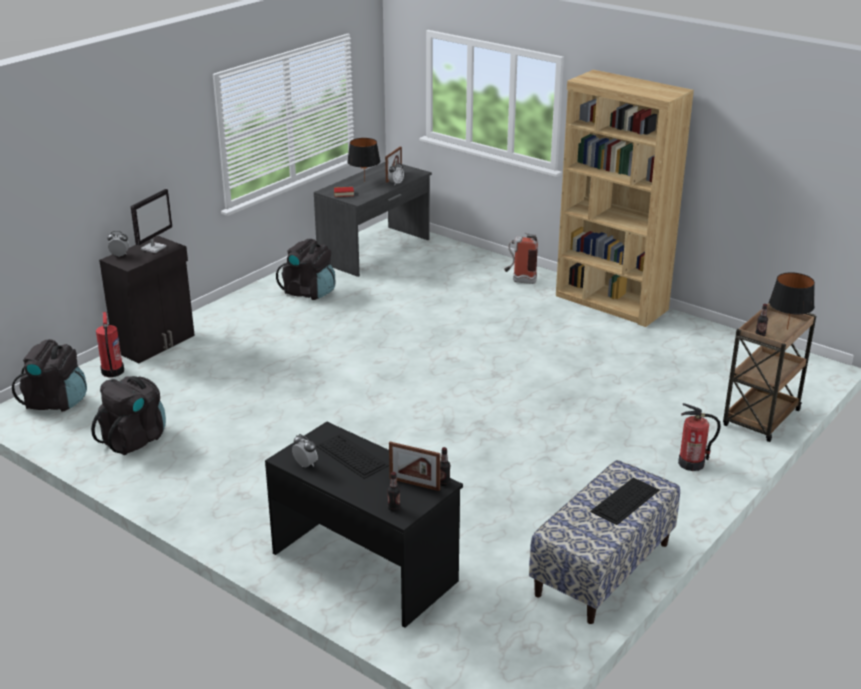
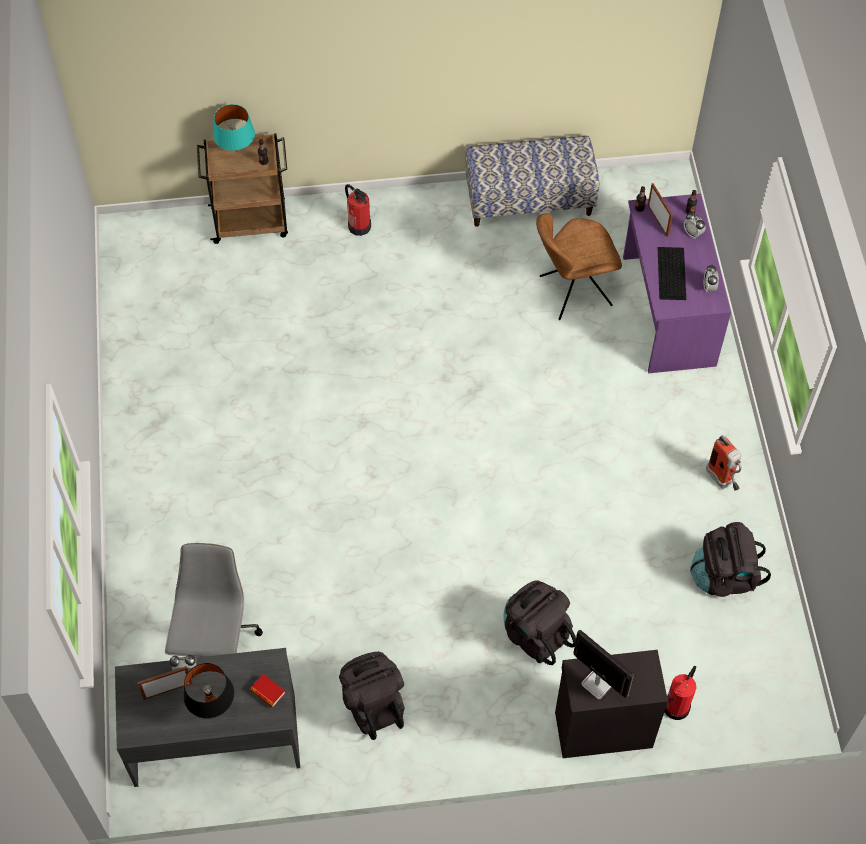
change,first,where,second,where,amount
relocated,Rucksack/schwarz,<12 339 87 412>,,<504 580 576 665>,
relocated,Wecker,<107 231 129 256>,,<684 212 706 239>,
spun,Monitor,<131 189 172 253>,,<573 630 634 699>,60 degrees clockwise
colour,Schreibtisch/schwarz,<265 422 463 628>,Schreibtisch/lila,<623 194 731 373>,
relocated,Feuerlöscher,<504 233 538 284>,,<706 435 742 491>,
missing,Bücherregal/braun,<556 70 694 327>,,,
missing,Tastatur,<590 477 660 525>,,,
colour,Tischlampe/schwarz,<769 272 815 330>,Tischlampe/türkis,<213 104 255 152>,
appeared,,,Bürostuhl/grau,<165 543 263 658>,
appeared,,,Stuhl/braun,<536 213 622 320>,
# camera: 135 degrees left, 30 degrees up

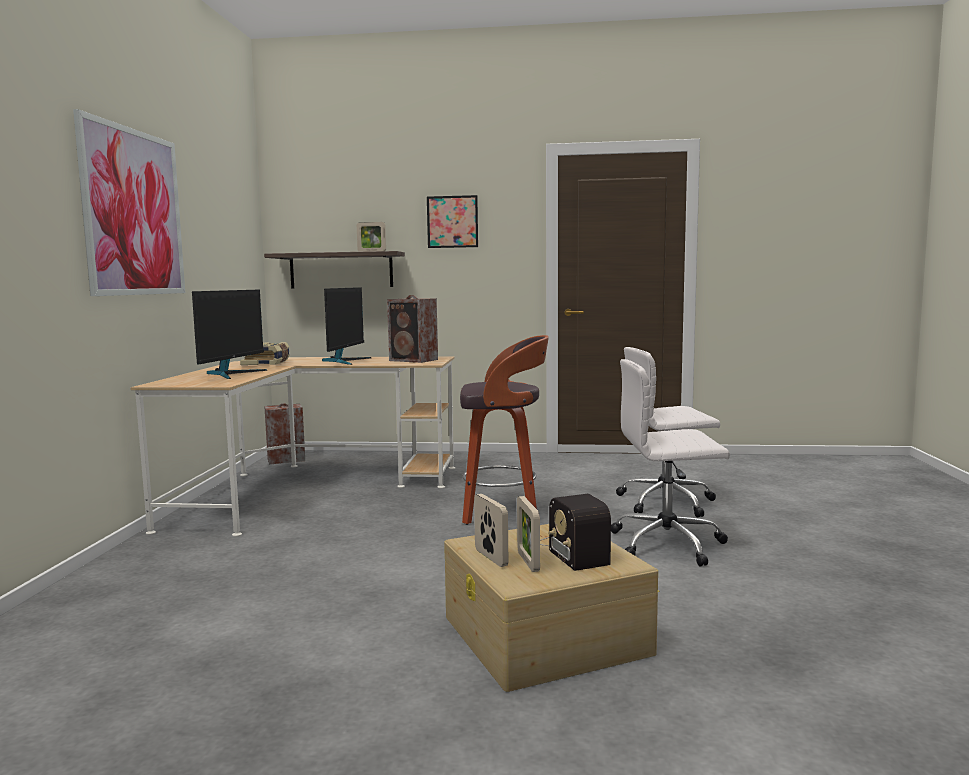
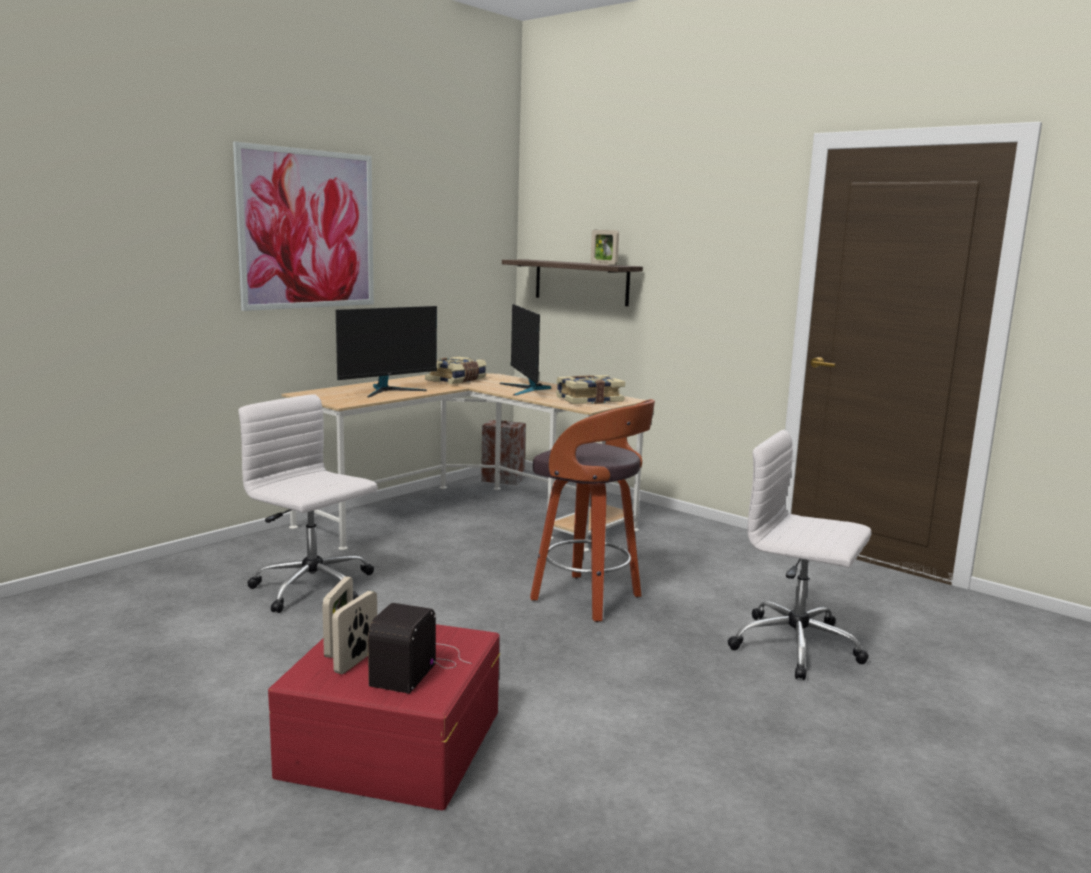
change,first,where,second,where,amount
spun,Monitor,<322 287 371 365>,,<500 304 551 396>,120 degrees clockwise
exchanged,Lautsprecher,<387 295 438 363>,Buch,<556 375 625 404>,
missing,Bild,<427 195 478 248>,,,
colour,Aufbewahrungsbox/beige,<444 524 660 692>,Aufbewahrungsbox/rot,<268 624 500 810>,
relocated,Bürostuhl/weiß,<611 359 730 567>,,<238 394 378 613>,
# camera: 35 degrees right, 5 degrees up

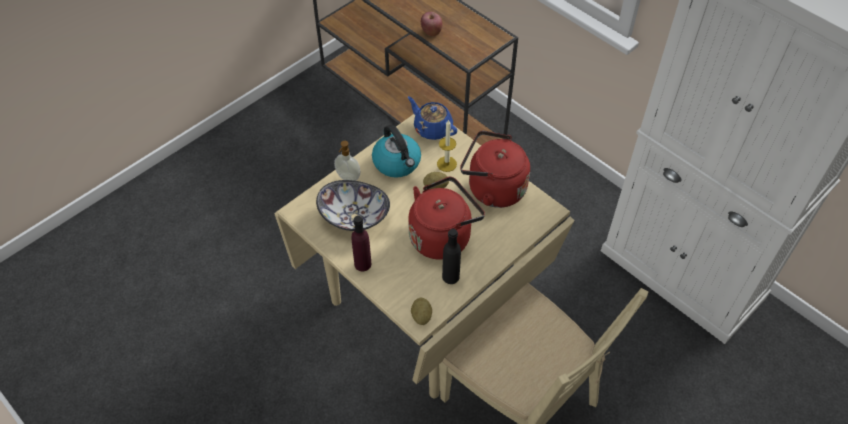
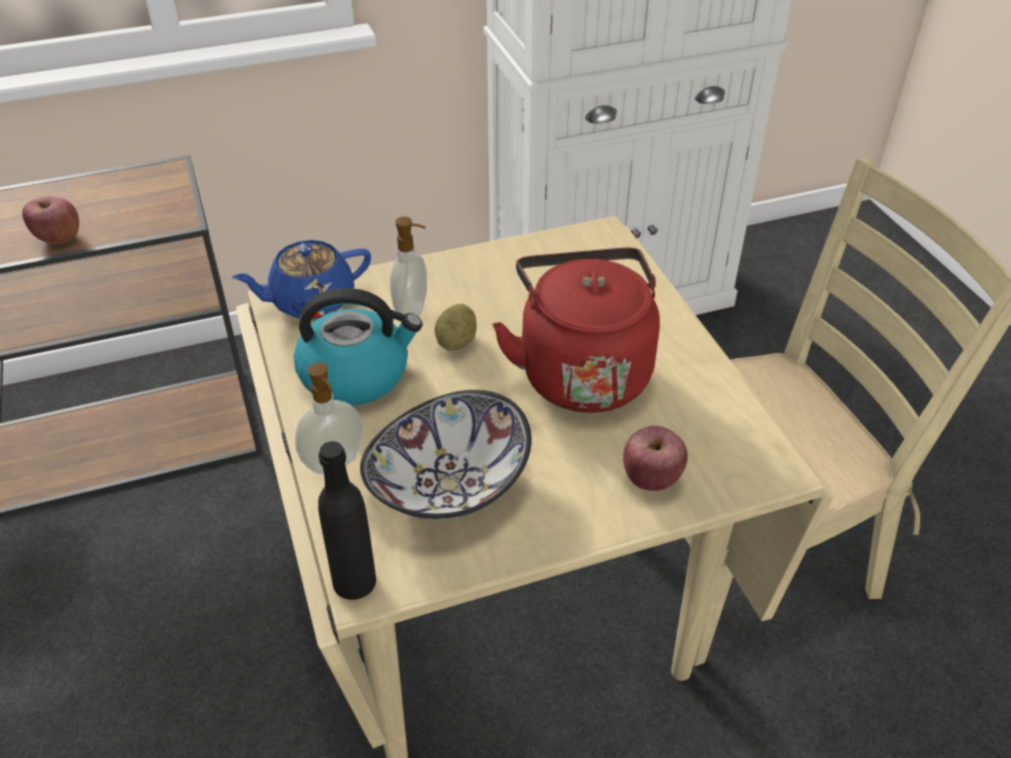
change,first,where,second,where,amount
missing,Flasche/lila,<351 216 371 271>,,,
missing,Kartoffel,<411 298 432 325>,,,
exchanged,Kerze,<437 119 457 172>,Seifenspender,<390 217 427 317>,
relocated,Flasche/schwarz,<442 229 461 284>,,<318 441 376 600>,
missing,Wasserkessel/rot,<460 131 530 208>,,,
appeared,,,Apfel,<623 426 688 491>,
# camera: 65 degrees left, 10 degrees down

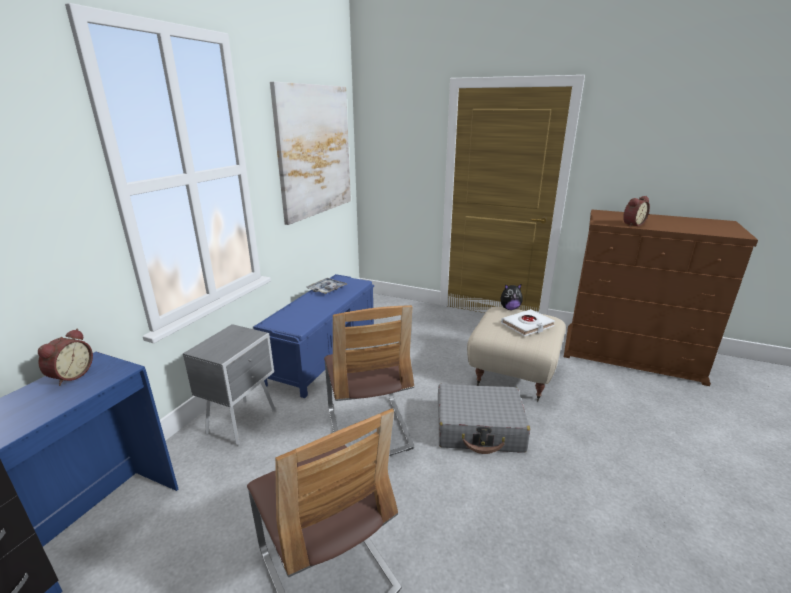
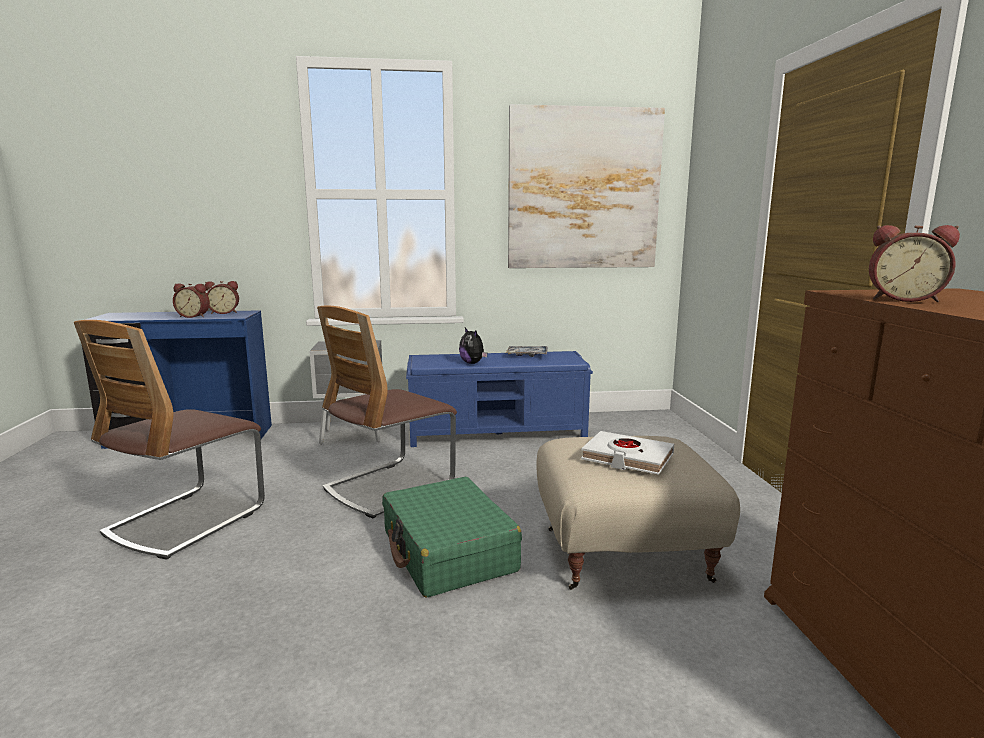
change,first,where,second,where,amount
colour,Koffer/grau,<438 384 530 454>,Koffer/grün,<382 477 522 598>,
relocated,Plüschtier,<500 284 523 310>,,<459 328 487 364>,
appeared,,,Wecker,<173 283 210 318>,
# camera: 60 degrees right, 10 degrees down

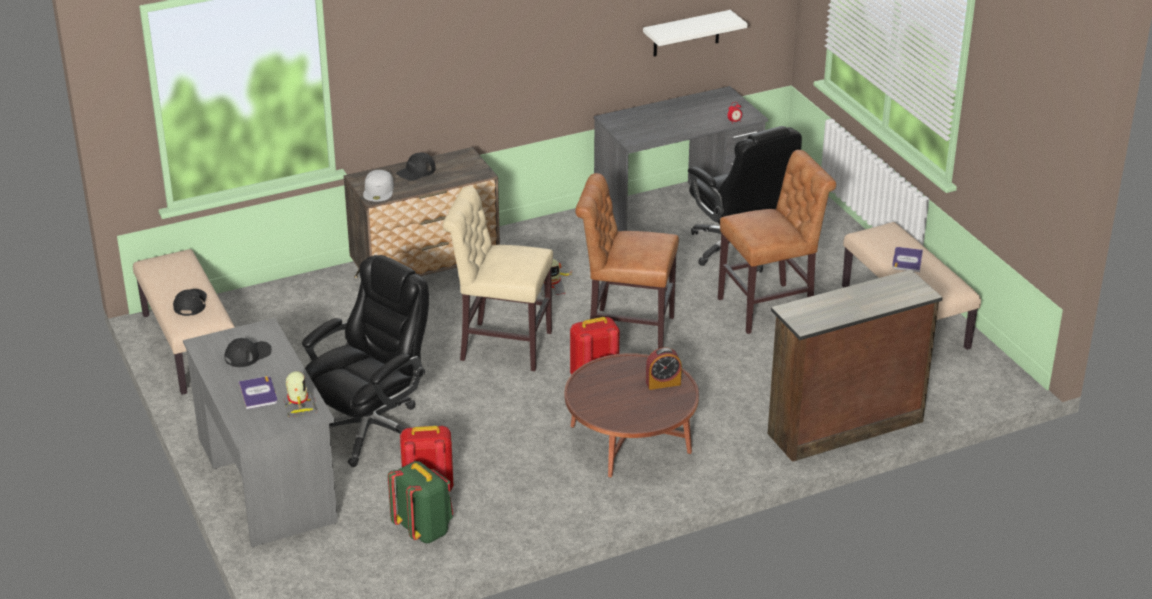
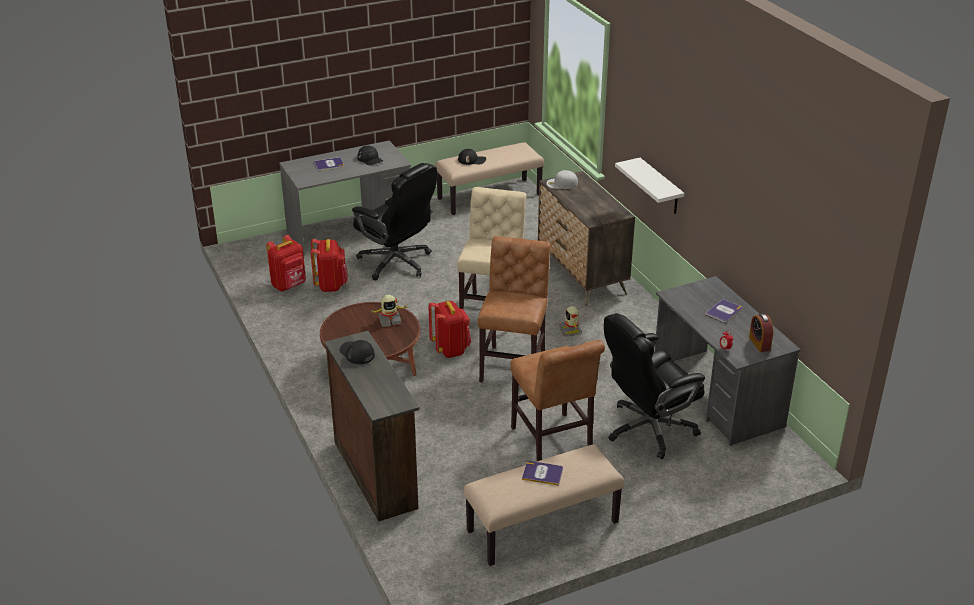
change,first,where,second,where,amount
relocated,Spielzeugroboter,<284 371 318 417>,,<371 295 407 327>,
colour,Rucksack/grün,<388 461 453 543>,Rucksack/rot,<266 235 306 291>,
relocated,Kappe/schwarz,<396 152 436 181>,,<339 340 375 364>,
relocated,Wandregal/weiß,<643 10 747 57>,,<615 158 684 214>,
relocated,Wecker,<646 347 682 390>,,<749 314 773 352>,
appeared,,,Buch,<705 299 742 323>,
# camera: 90 degrees right, 0 degrees up

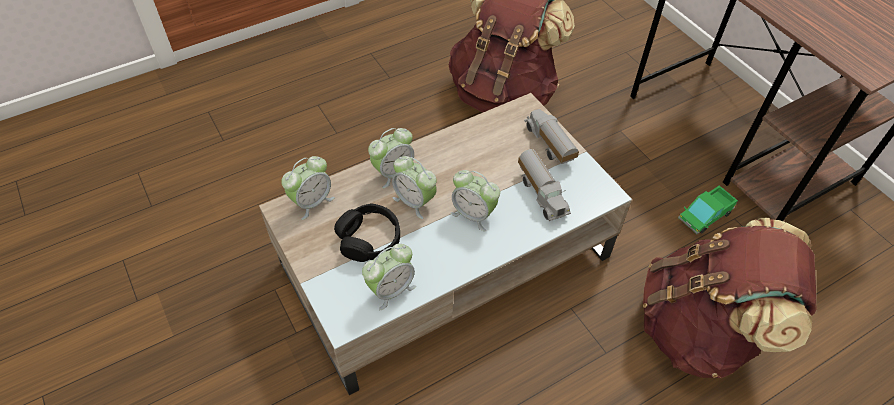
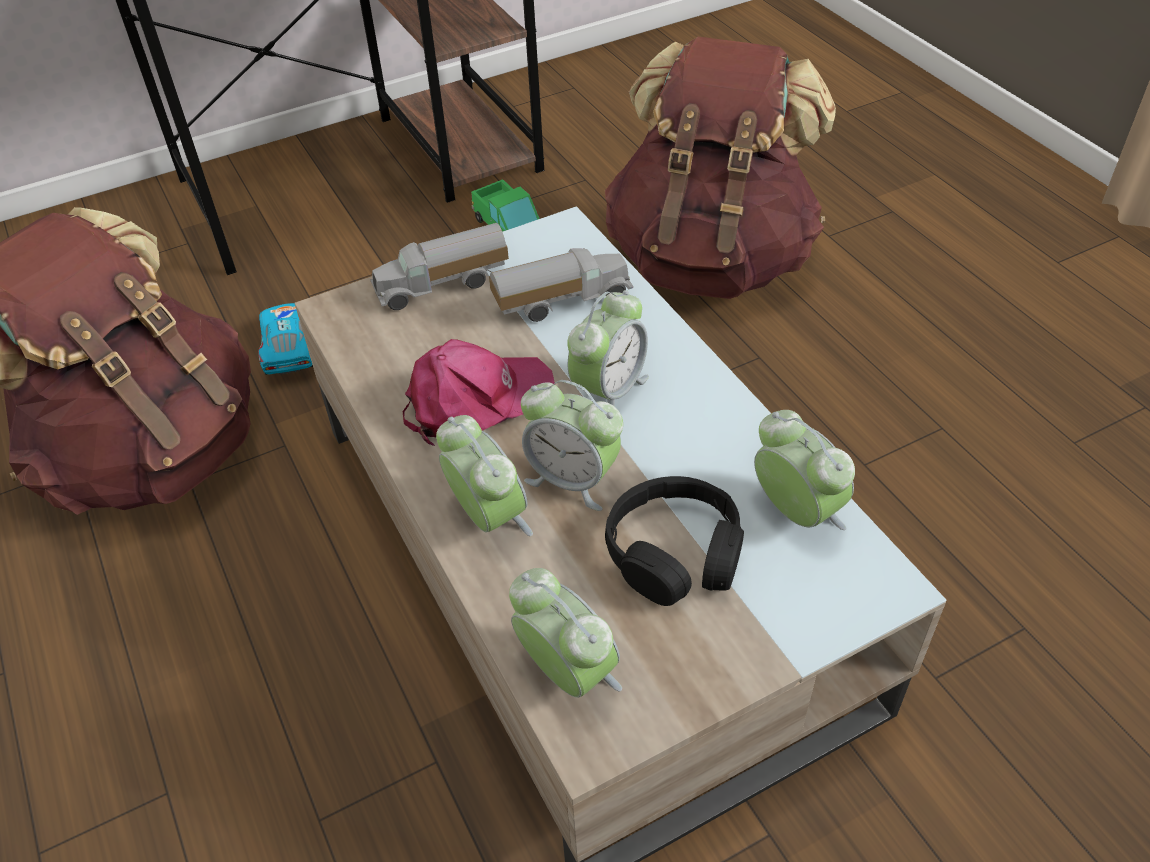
change,first,where,second,where,amount
spun,Wecker,<392 156 437 219>,,<521 380 623 511>,75 degrees clockwise
appeared,,,Spielzeugauto,<258 303 313 375>,
appeared,,,Kappe/rosa,<403 339 555 446>,
# camera: 85 degrees left, 5 degrees down

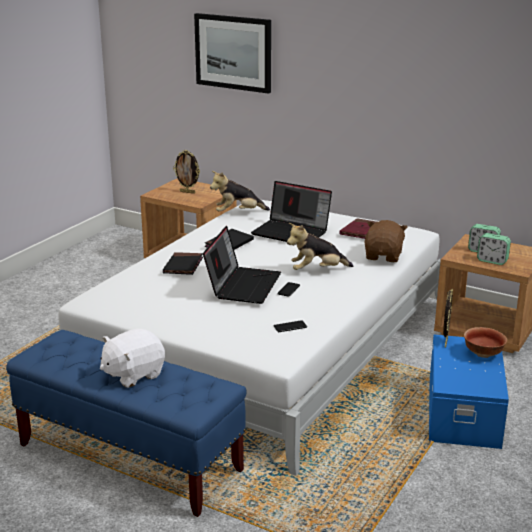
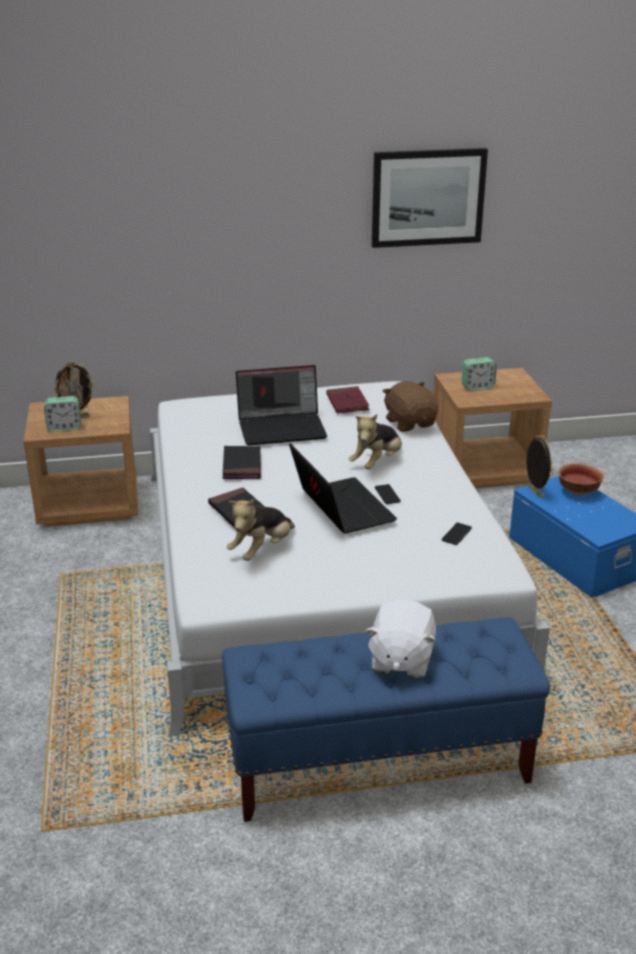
change,first,where,second,where,amount
relocated,Bild,<194 13 271 94>,,<372 148 488 248>,
relocated,Plüschtier,<210 171 270 211>,,<227 499 295 561>,
relocated,Wecker,<477 233 511 265>,,<44 396 81 432>,
# camera: 40 degrees left, 5 degrees up

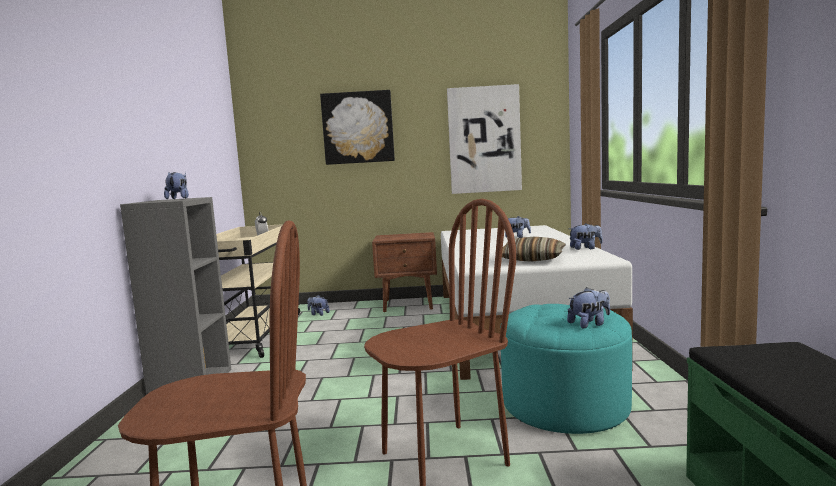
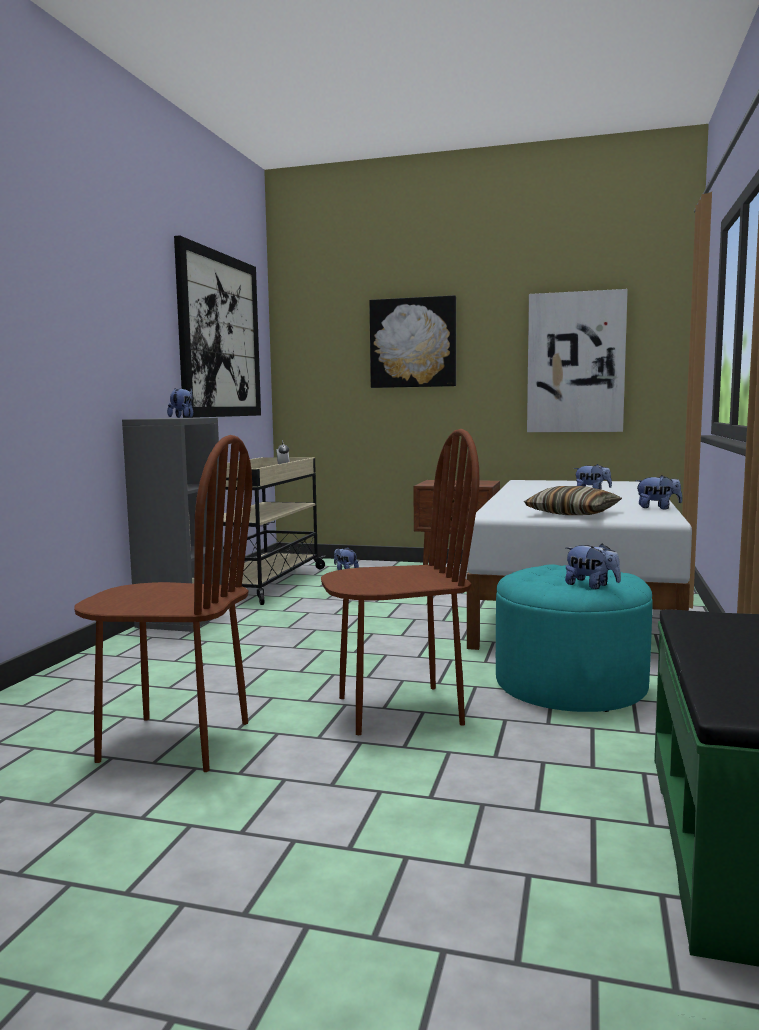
change,first,where,second,where,amount
spun,Plüschtier,<567 287 610 328>,,<565 543 621 589>,45 degrees clockwise
appeared,,,Bild,<174 235 261 418>,
# camera: 15 degrees right, 0 degrees up

